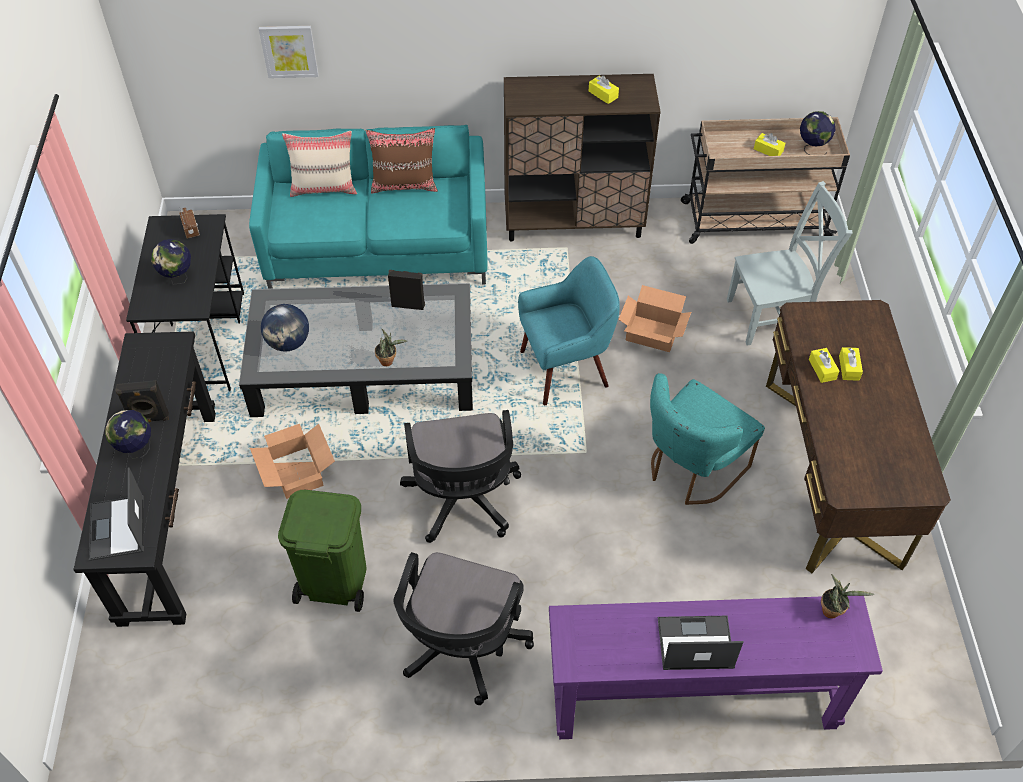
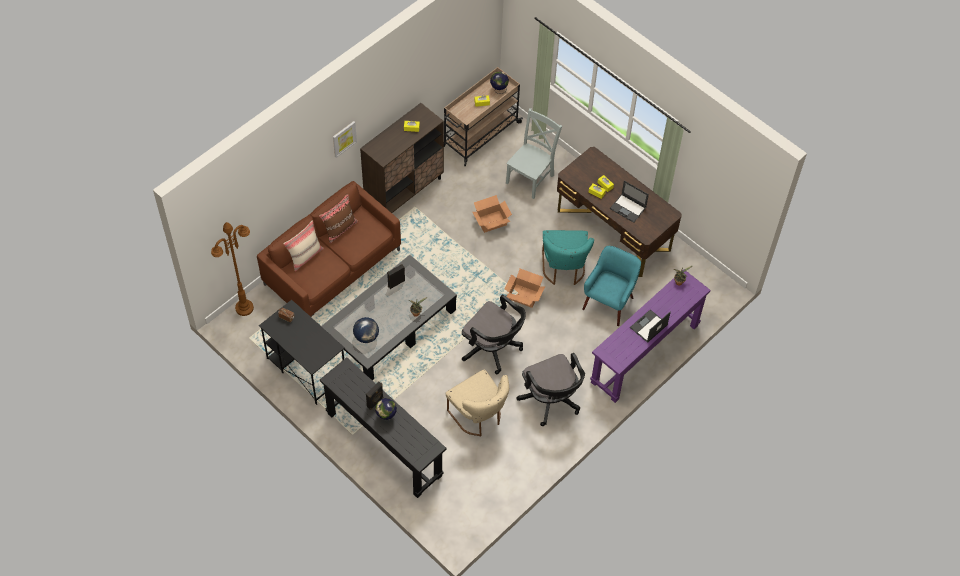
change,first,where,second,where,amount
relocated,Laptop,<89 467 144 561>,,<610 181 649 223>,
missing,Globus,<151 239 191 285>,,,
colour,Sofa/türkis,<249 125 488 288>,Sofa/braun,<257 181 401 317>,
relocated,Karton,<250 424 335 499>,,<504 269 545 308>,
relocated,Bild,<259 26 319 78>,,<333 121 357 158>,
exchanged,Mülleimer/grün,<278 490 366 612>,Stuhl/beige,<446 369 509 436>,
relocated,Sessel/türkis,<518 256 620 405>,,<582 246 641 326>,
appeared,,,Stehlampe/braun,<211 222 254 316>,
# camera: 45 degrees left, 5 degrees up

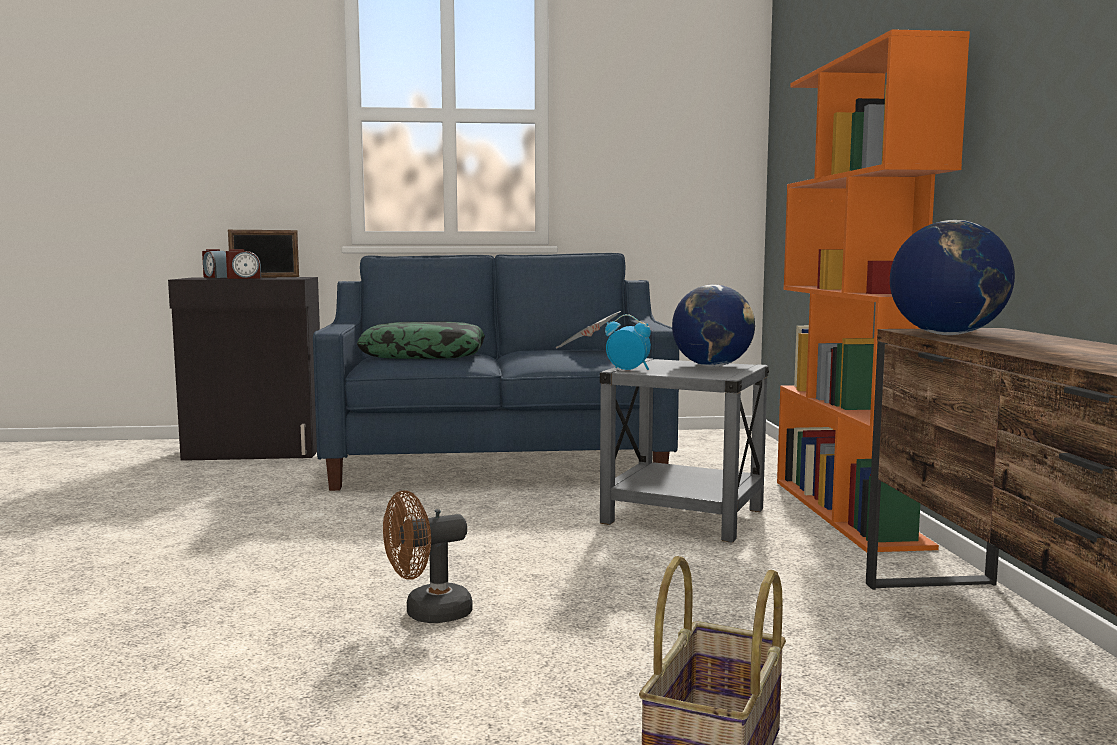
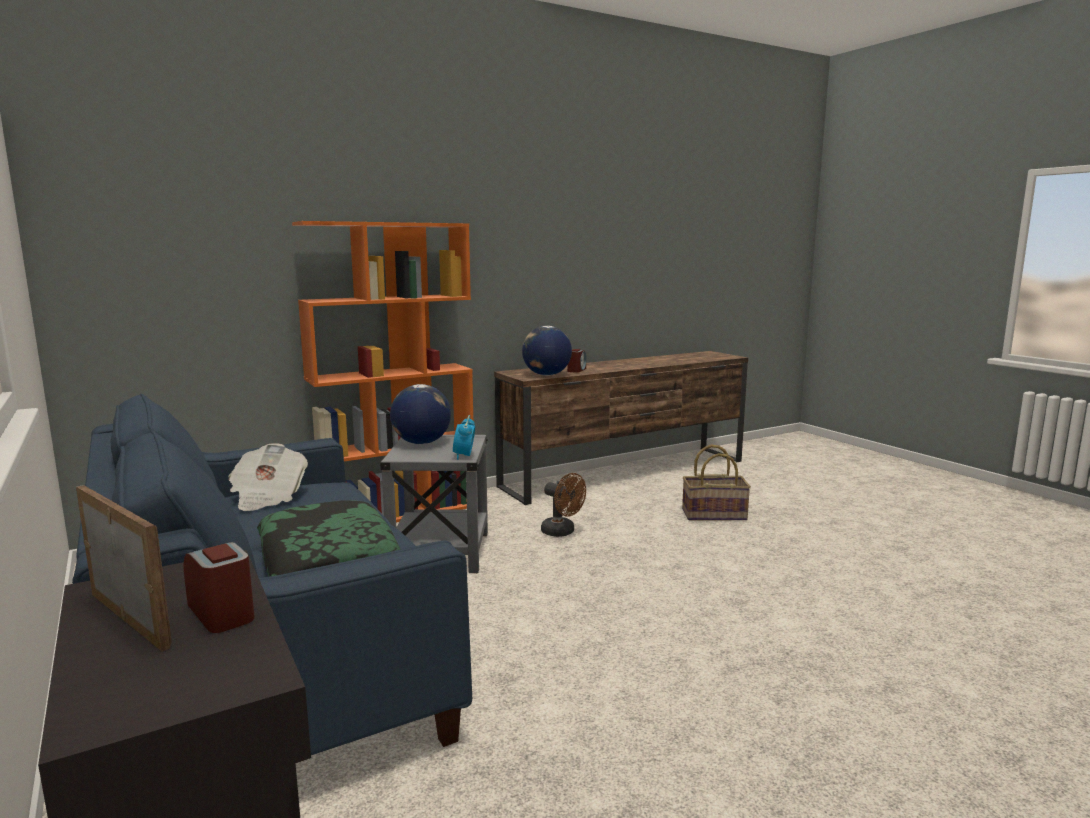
change,first,where,second,where,amount
relocated,Wecker,<202 249 227 278>,,<567 349 587 373>,
relocated,Ventilator/braun,<383 490 472 623>,,<541 473 586 537>,
# camera: 115 degrees left, 5 degrees up

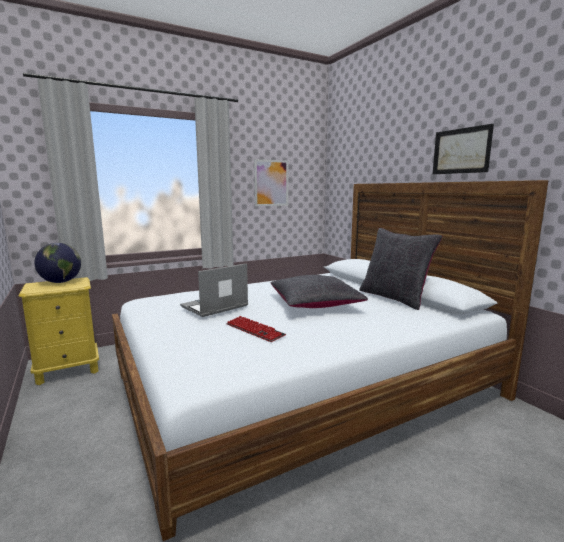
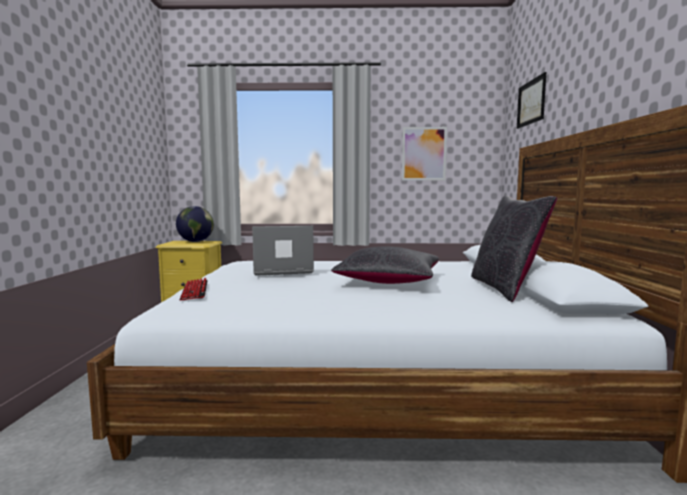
change,first,where,second,where,amount
relocated,Tastatur,<226 316 286 342>,,<179 278 208 301>,
relocated,Bild,<433 124 494 174>,,<517 72 546 129>,
# camera: 30 degrees right, 5 degrees down

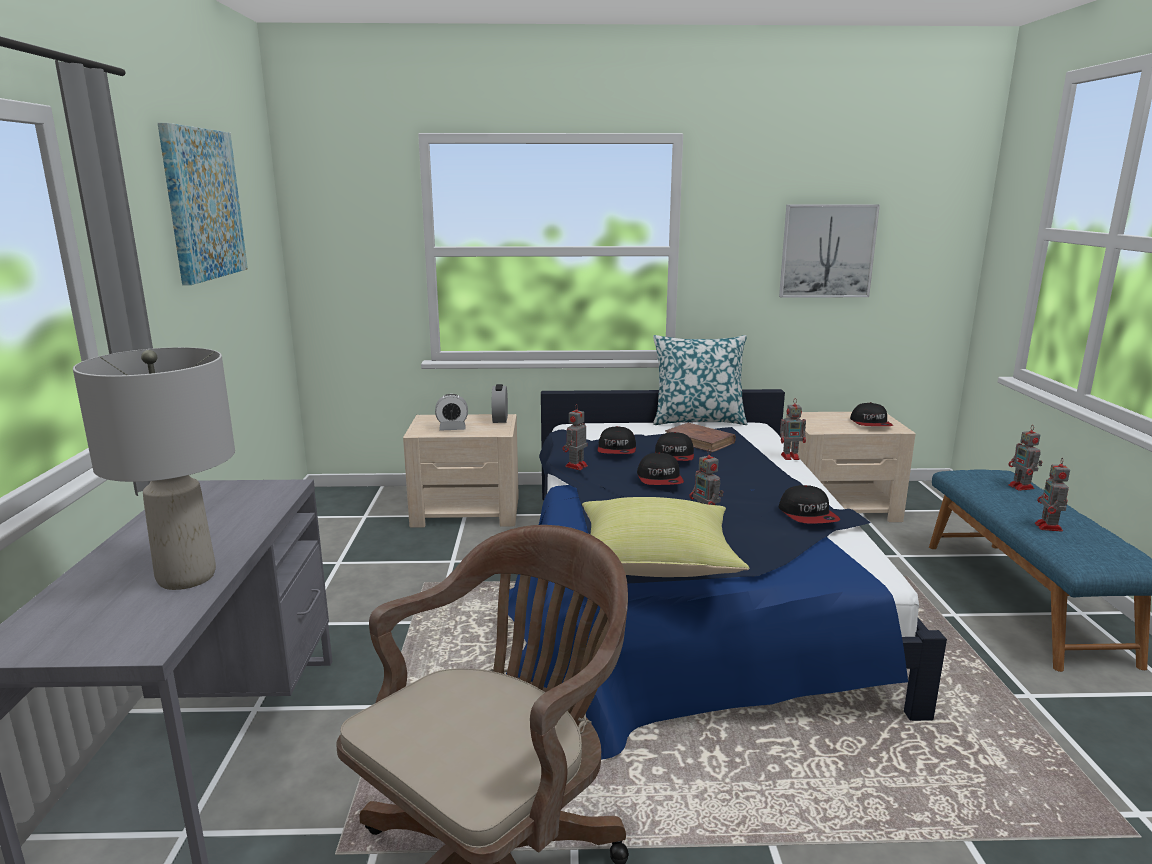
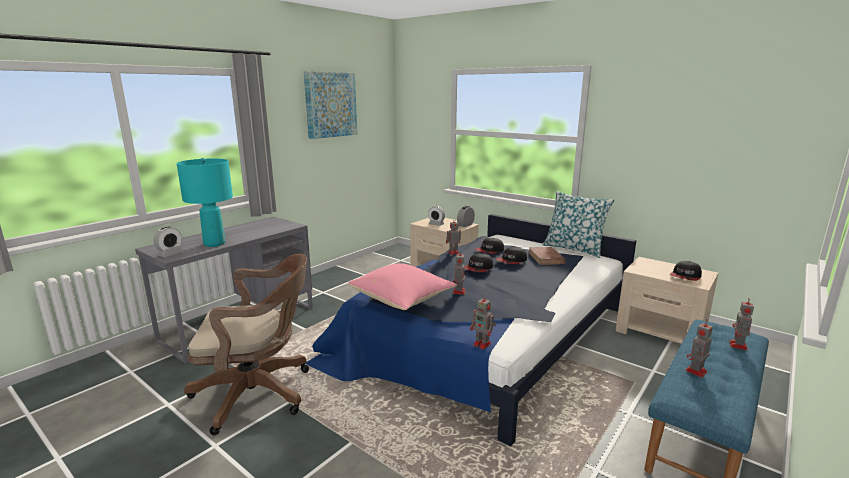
change,first,where,second,where,amount
colour,Tischlampe/grau,<73 347 235 590>,Tischlampe/türkis,<177 158 233 247>,
colour,Kissen/gelb,<582 497 749 577>,Kissen/rosa,<348 263 457 310>,
missing,Bild,<779 205 880 298>,,,
missing,Kappe,<779 485 841 524>,,,
relocated,Spielzeugroboter,<780 398 806 460>,,<470 295 496 350>,
appeared,,,Wecker,<153 227 183 257>,
# camera: 40 degrees right, 0 degrees up

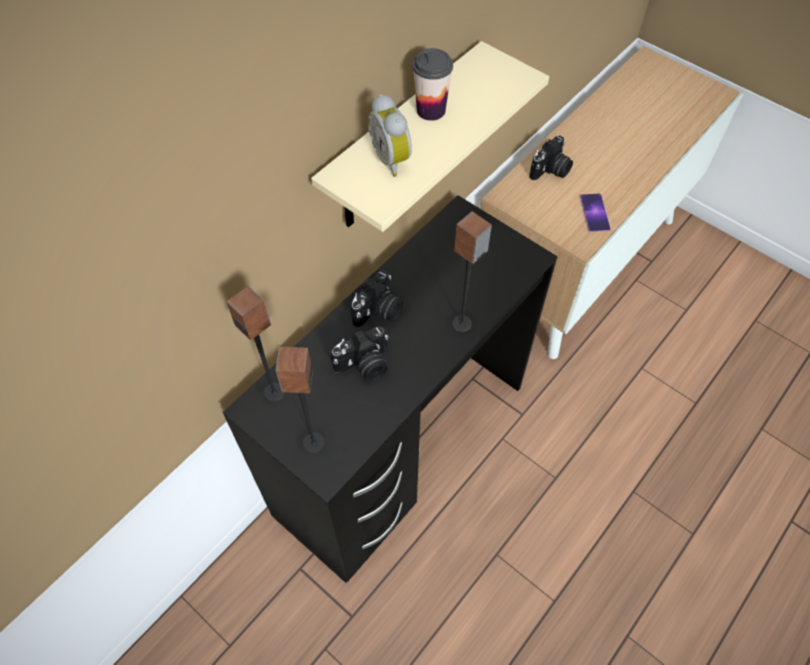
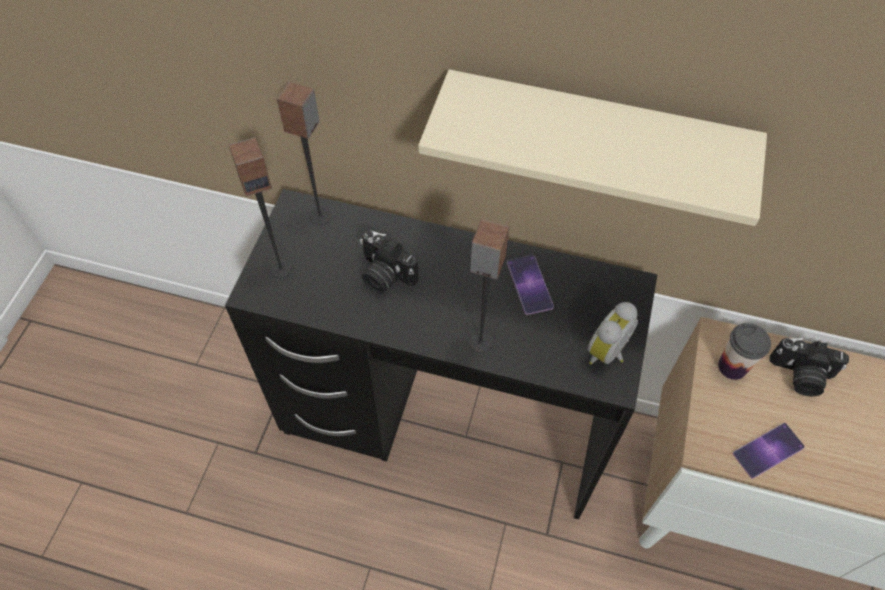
change,first,where,second,where,amount
missing,Kamera,<351 269 403 328>,,,
relocated,Wecker,<368 94 412 177>,,<587 302 638 365>,
relocated,Tasse,<412 48 453 121>,,<718 323 771 380>,
appeared,,,Handy,<507 255 554 315>,
# camera: 65 degrees right, 0 degrees up

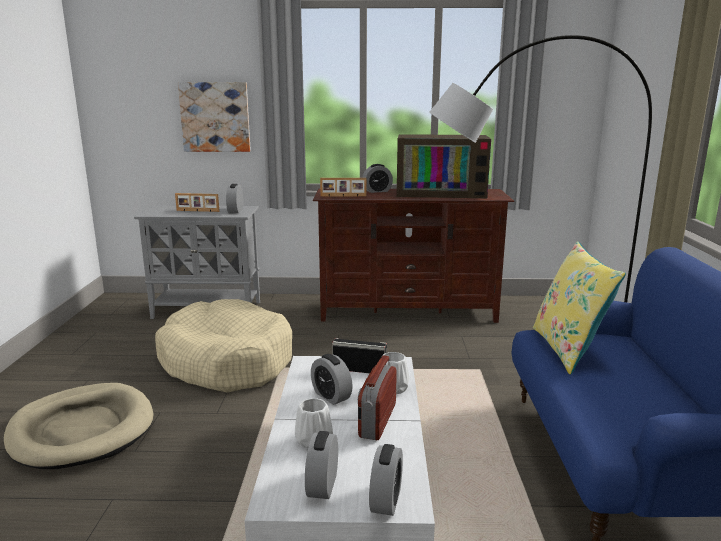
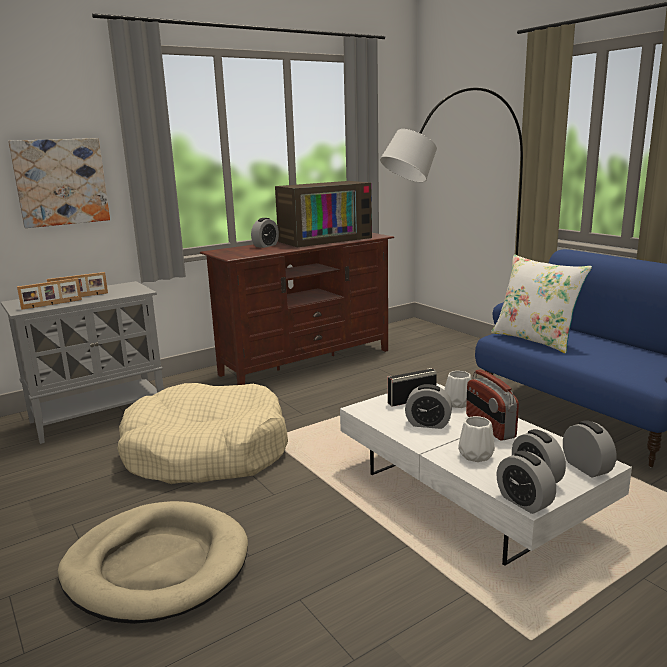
change,first,where,second,where,amount
relocated,Wecker,<226 184 243 213>,,<496 451 556 514>,
relocated,Bilderrahmen,<320 178 366 197>,,<17 278 82 310>,
colour,Kissen/gelb,<533 241 626 375>,Kissen/weiß,<491 255 592 354>,
# camera: 35 degrees left, 0 degrees up

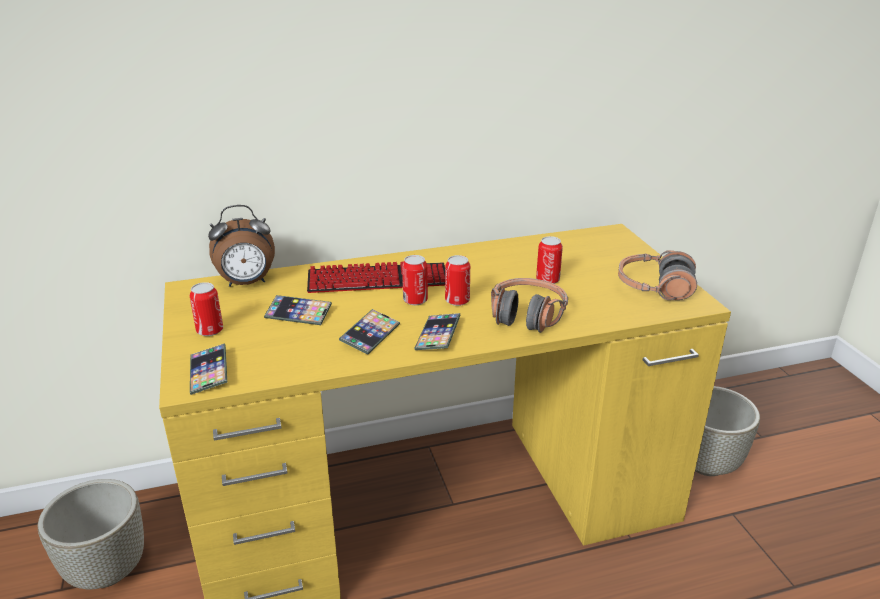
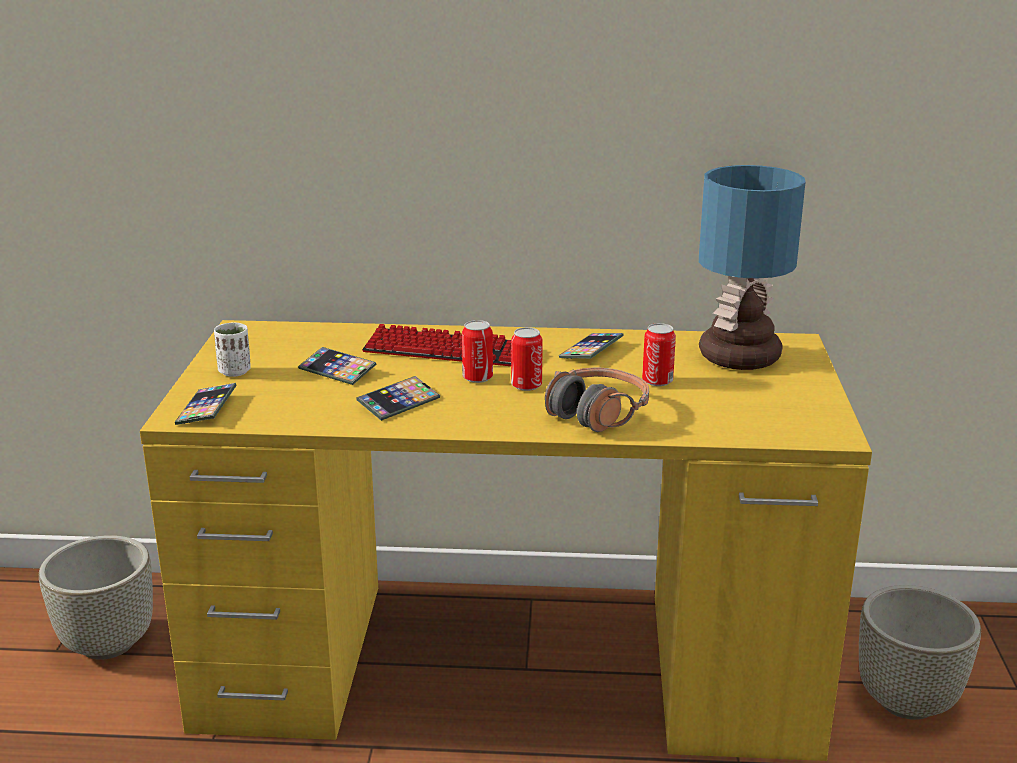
change,first,where,second,where,amount
exchanged,Dose,<190 282 223 336>,Tasse/weiß,<214 323 251 377>,
missing,Wecker,<208 205 275 287>,,,
relocated,Handy,<414 313 461 350>,,<559 333 624 359>,
missing,Kopfhörer,<618 250 697 300>,,,
appeared,,,Tischlampe,<699 165 806 370>,
# camera: 20 degrees right, 5 degrees down

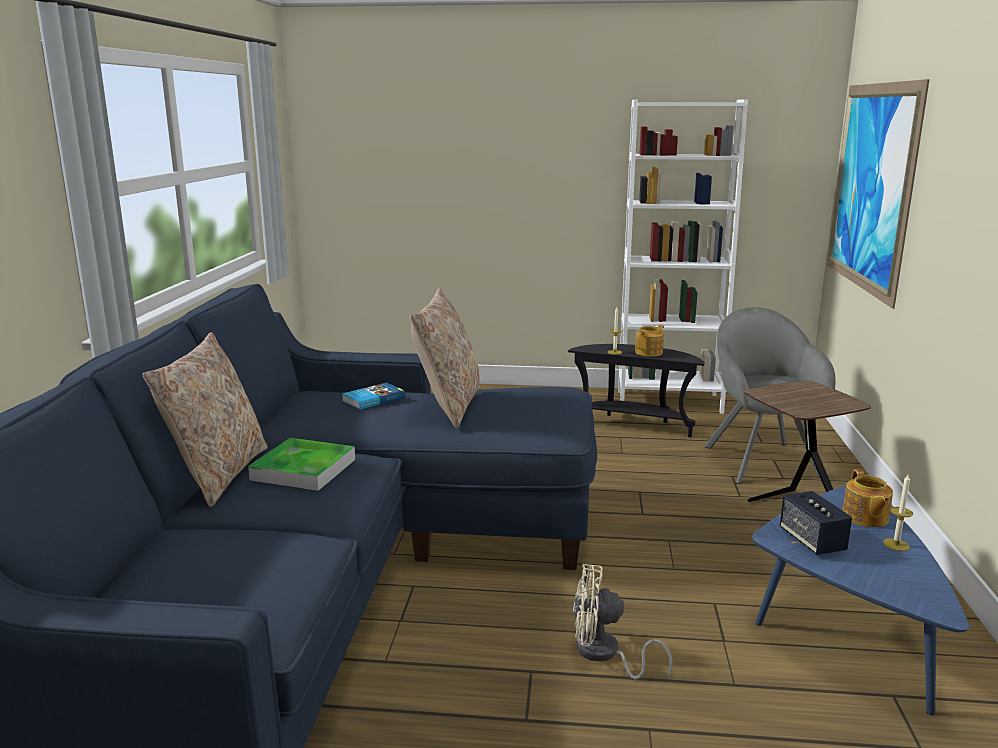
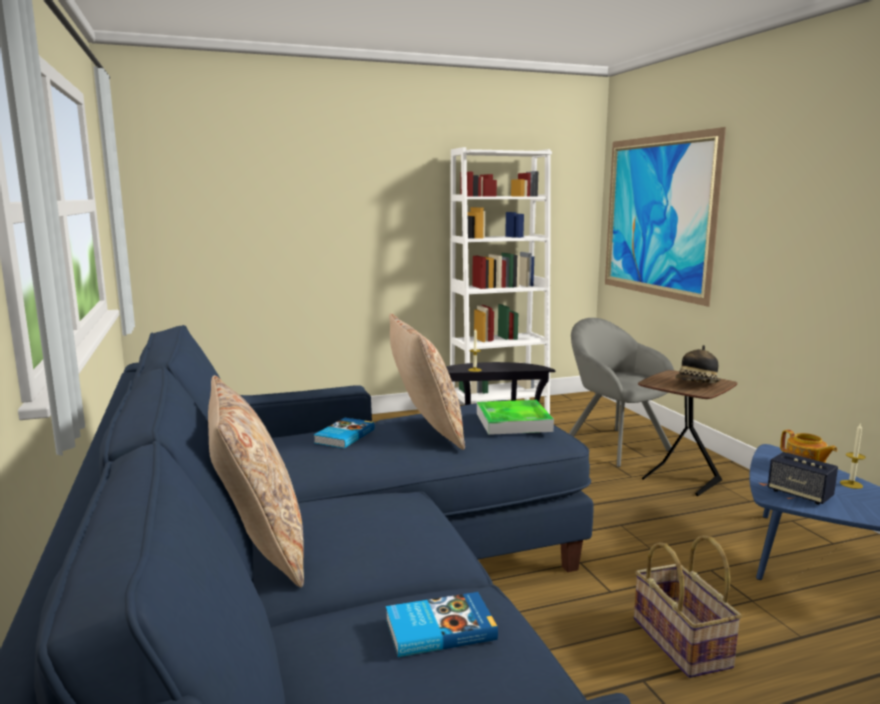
change,first,where,second,where,amount
relocated,Tablett,<248 438 355 491>,,<477 400 554 435>,
exchanged,Ventilator/beige,<573 564 673 680>,Korb,<634 535 742 678>,
missing,Teekanne,<635 325 664 357>,,,
appeared,,,Buch,<386 592 498 657>,
appeared,,,Hut,<675 345 721 383>,
# camera: 25 degrees left, 5 degrees down

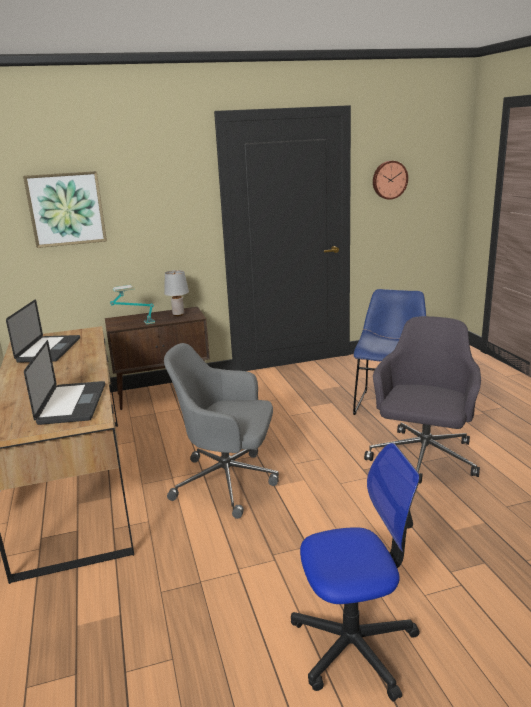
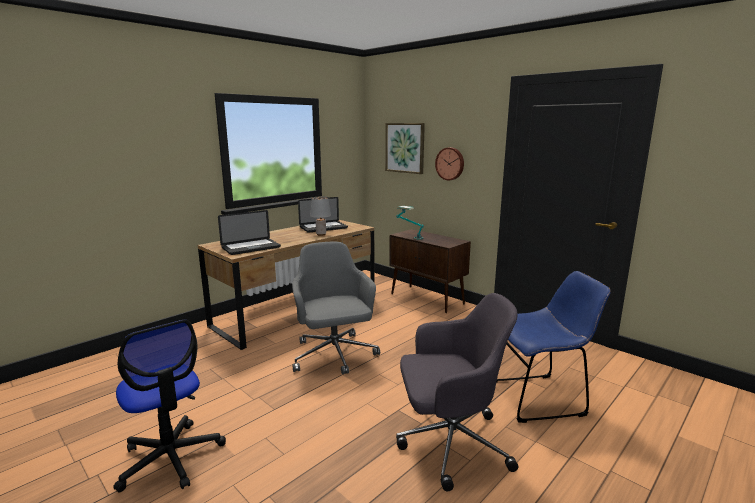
change,first,where,second,where,amount
relocated,Tischlampe/grau,<164 270 189 316>,,<310 197 331 236>,
relocated,Wanduhr,<373 161 408 200>,,<435 147 464 180>,
# camera: 60 degrees right, 5 degrees down

